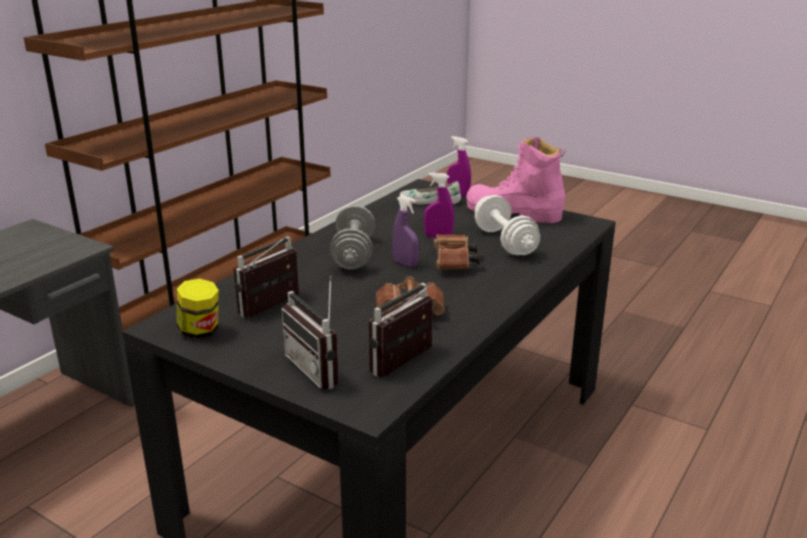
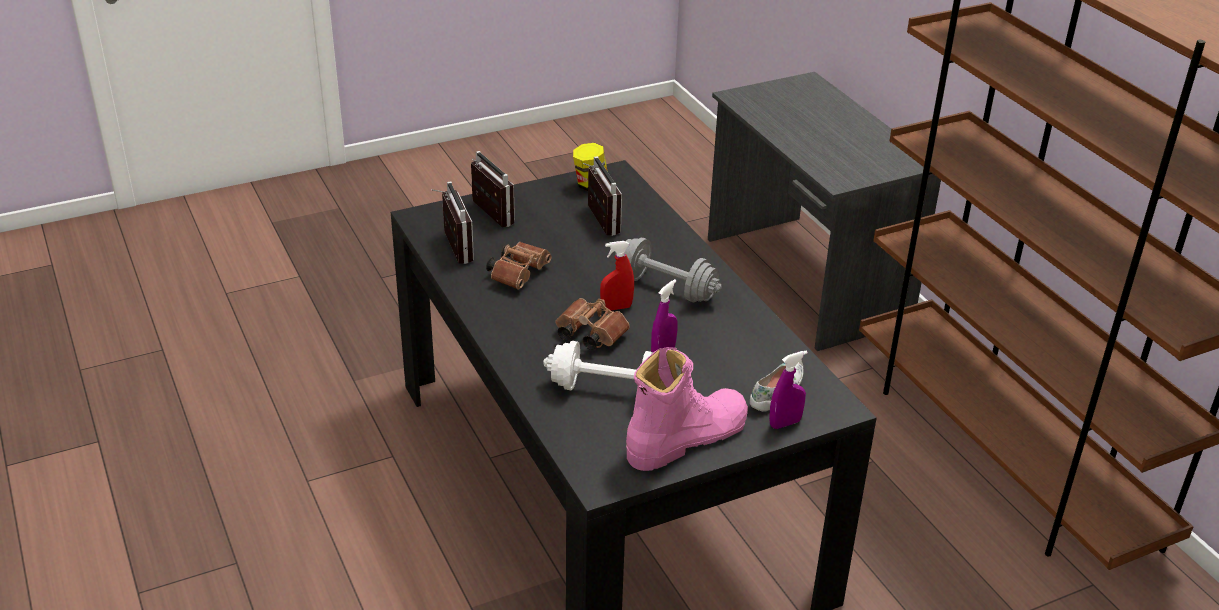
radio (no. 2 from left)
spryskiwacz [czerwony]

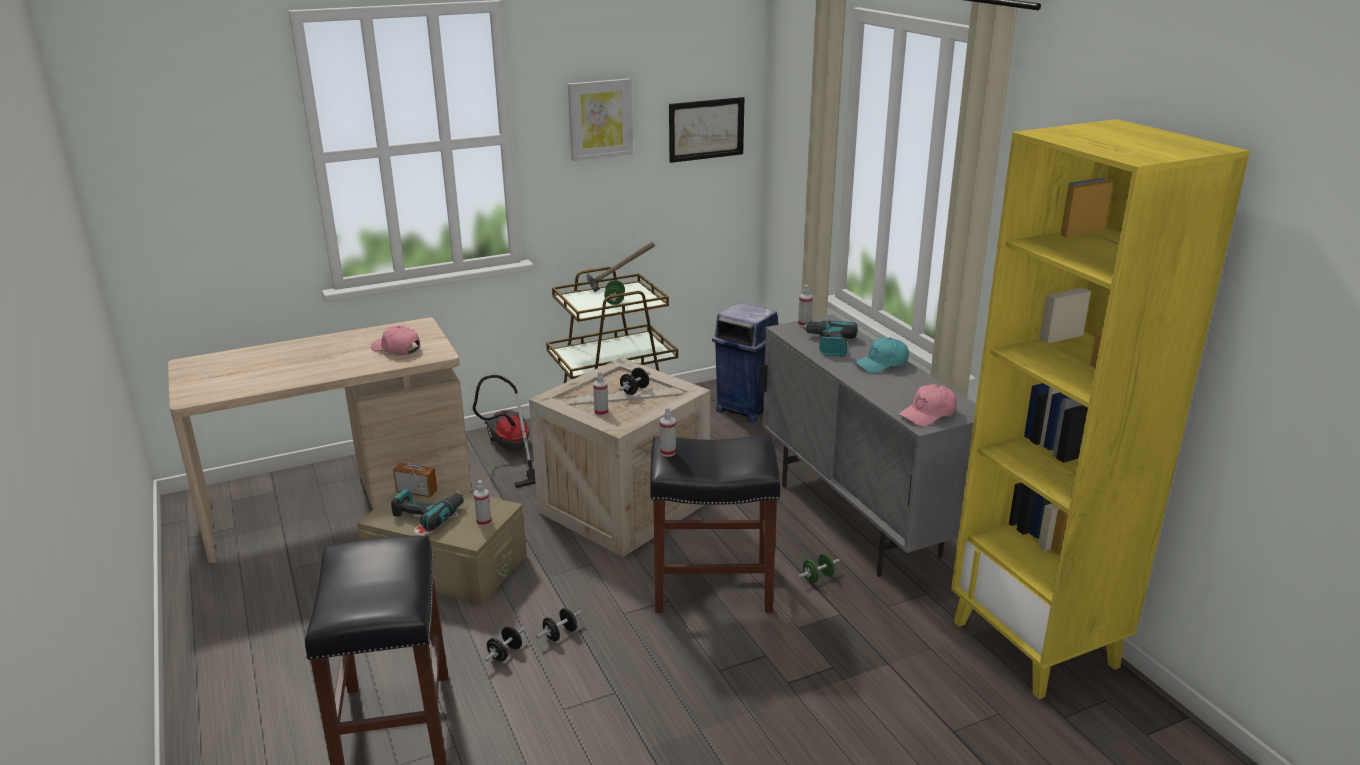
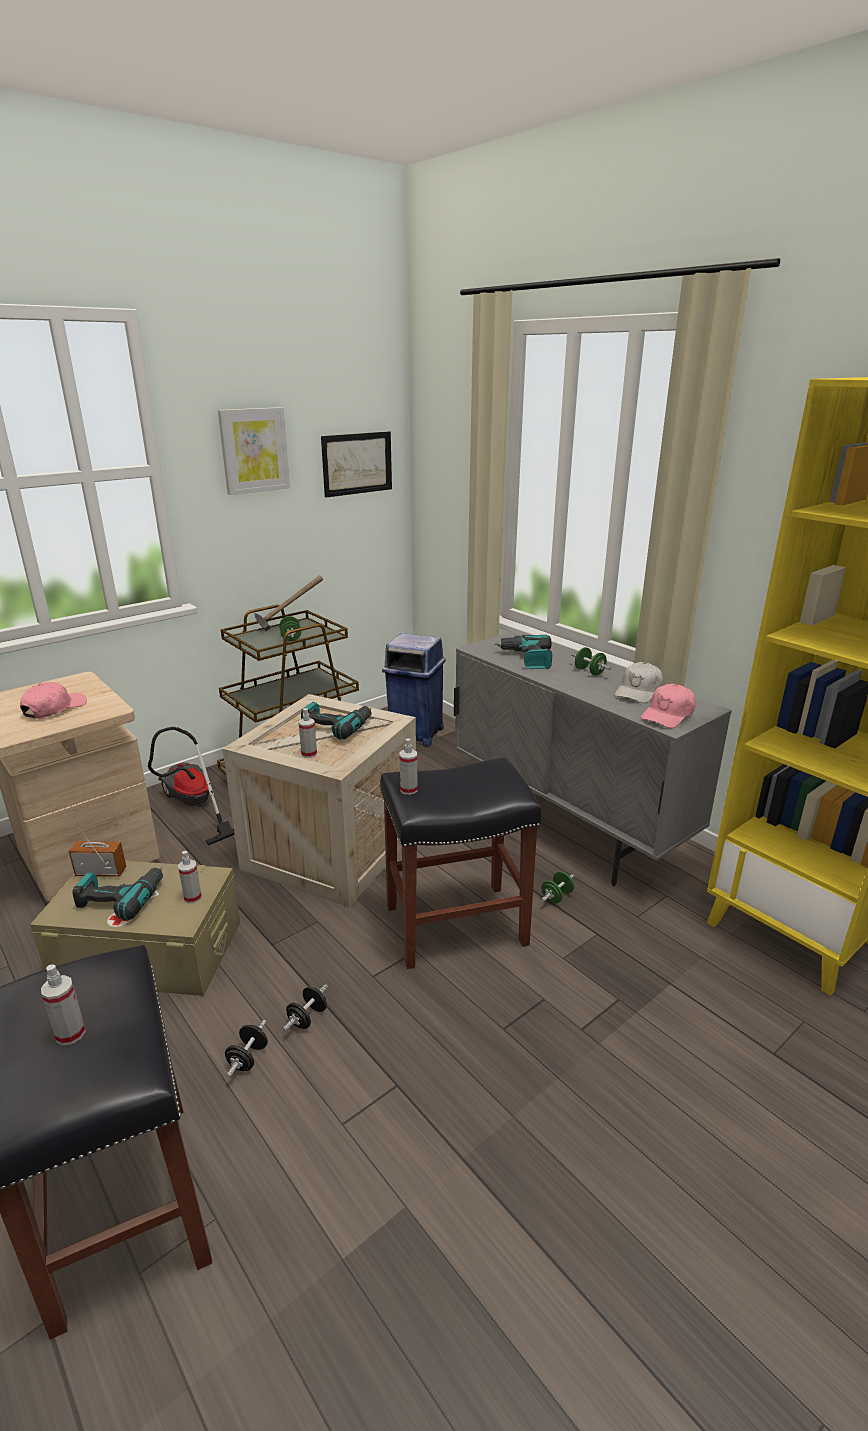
czapka z daszkiem [różowy] (no. 1 from left)
spryskiwacz (no. 1 from left)
wiertarka (no. 2 from left)
hantel [zielony] (no. 3 from left)
czapka z daszkiem [biały]

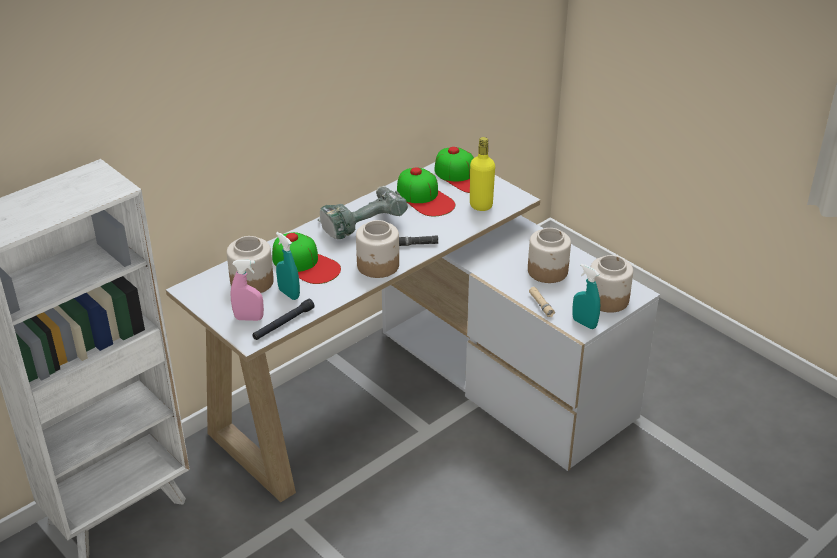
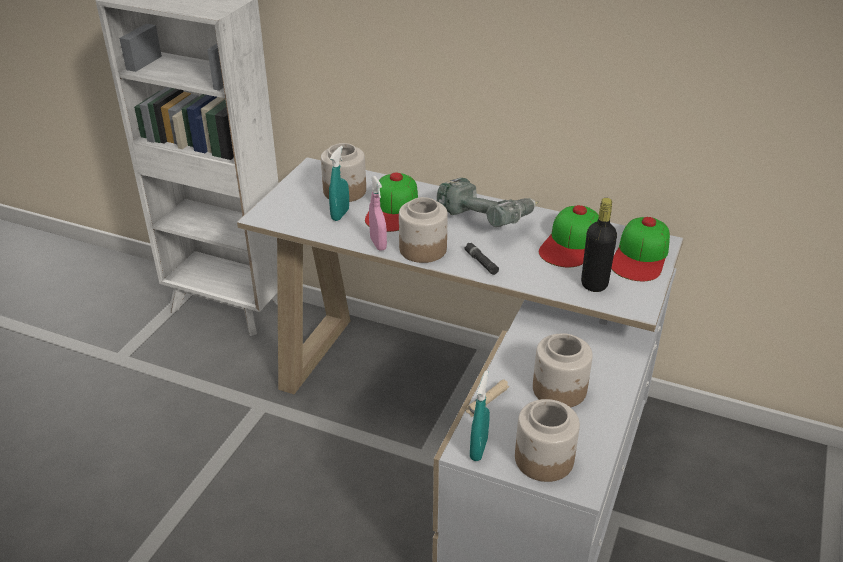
spryskiwacz [różowy]
butelka [czarny]
latarka [czarny] (no. 1 from left in the first image)

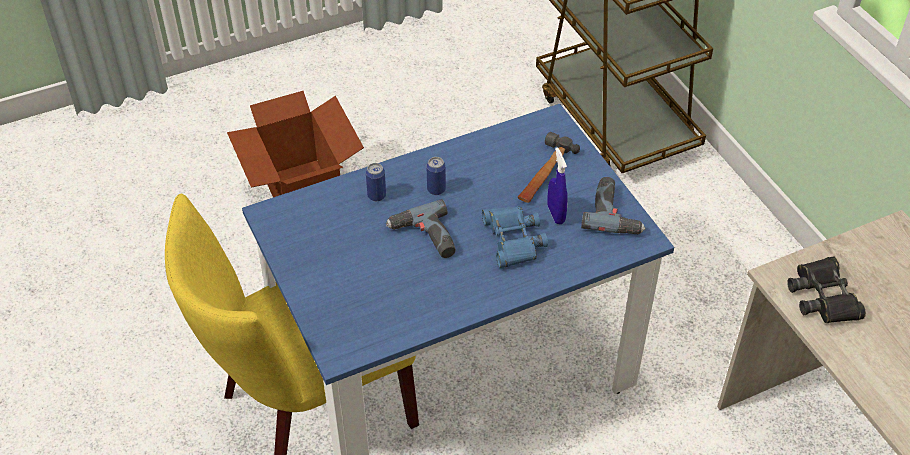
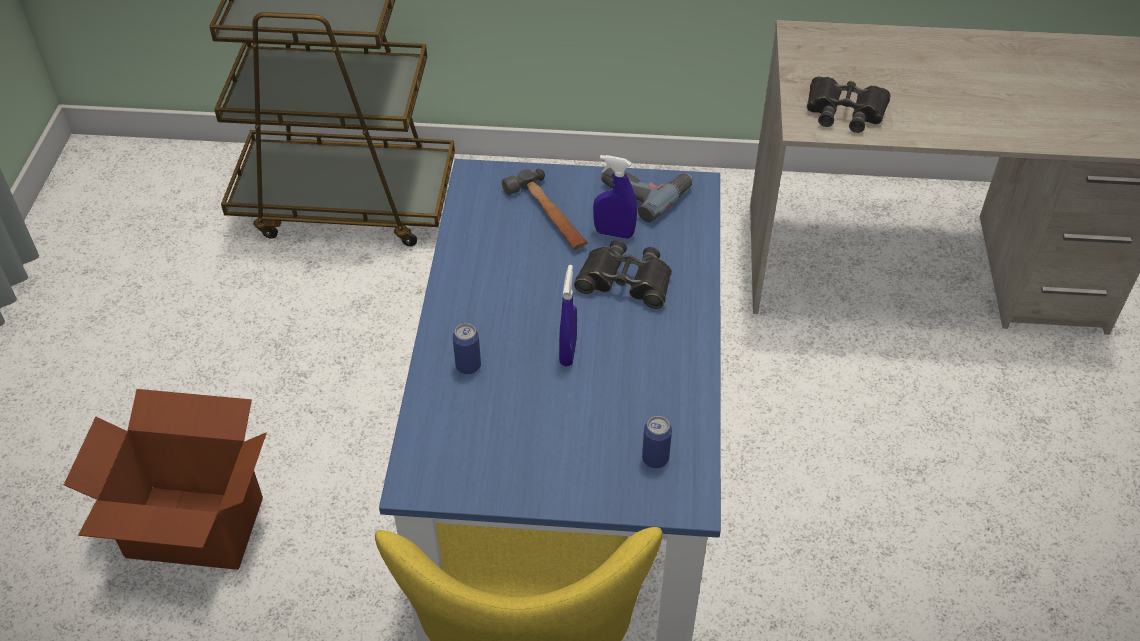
spryskiwacz [niebieski] (no. 1 from left)
lornetka [czarny] (no. 1 from left)
puszka (no. 2 from left)

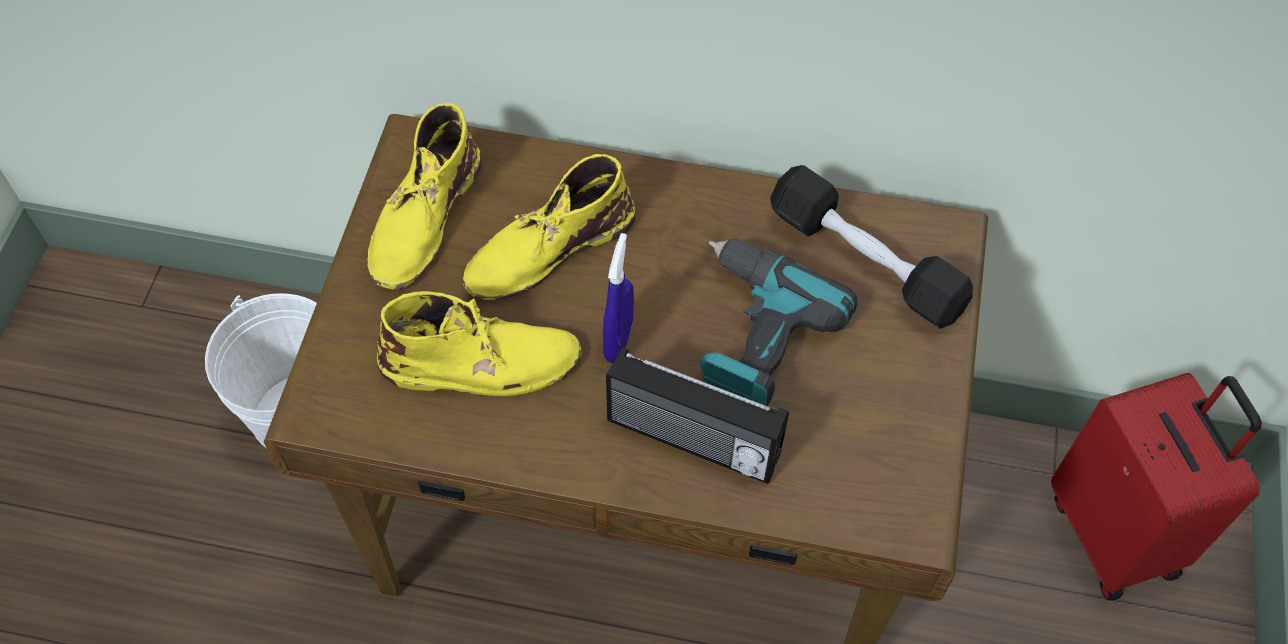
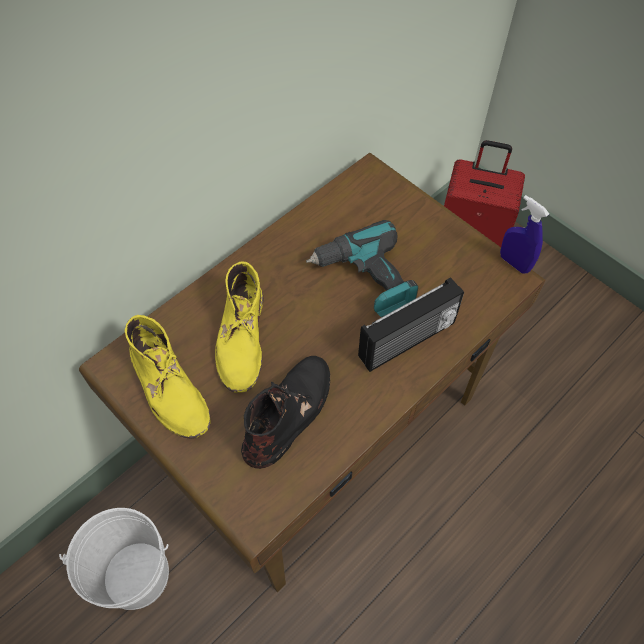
but z cholewką [czarny]
spryskiwacz [niebieski]
hantel [czarny]

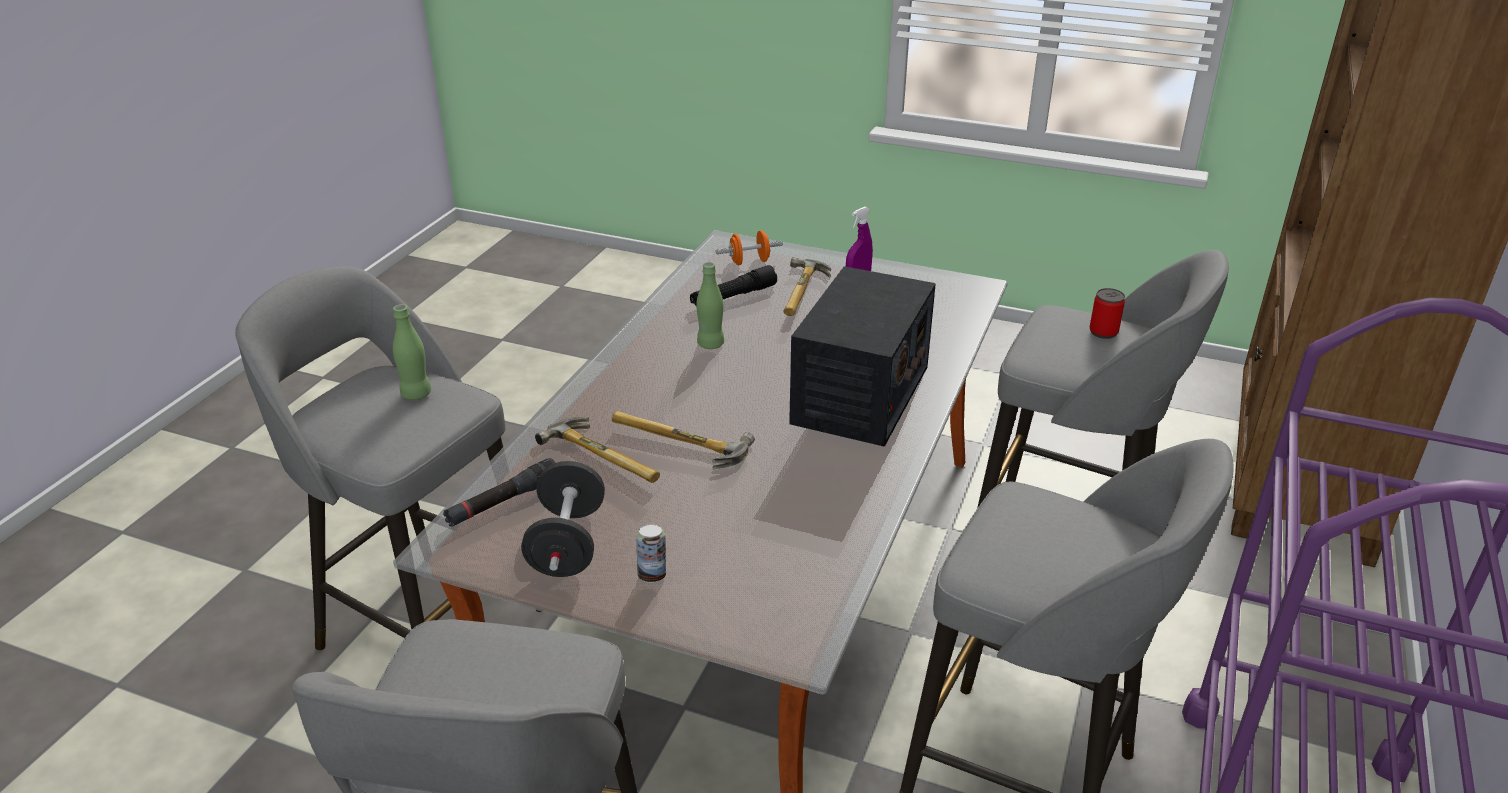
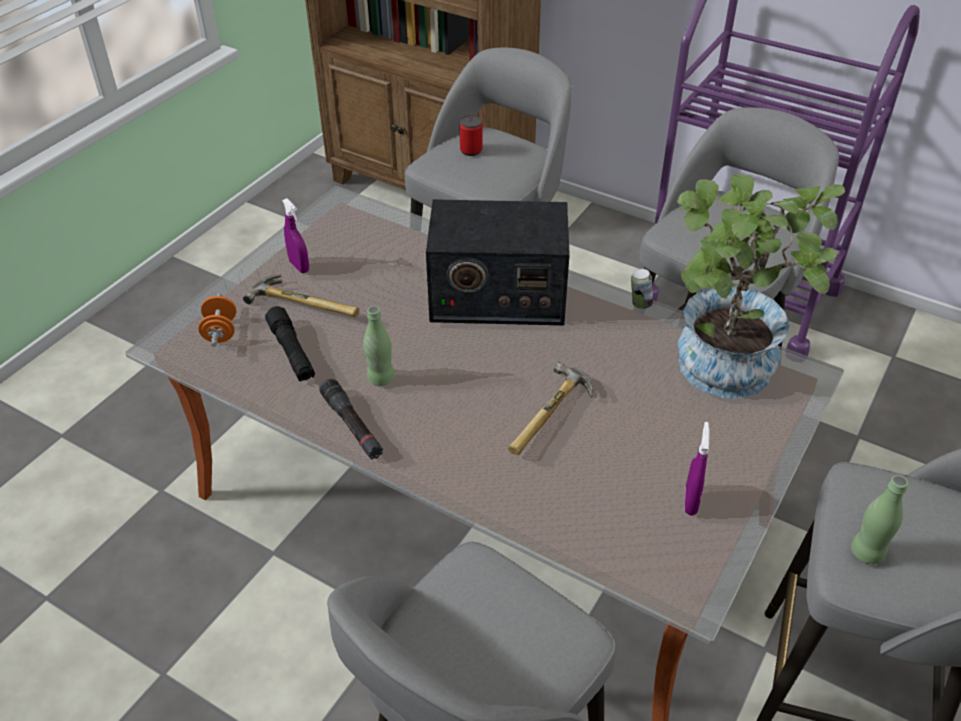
latarka [czarny] (no. 2 from left)
radio
puszka (no. 2 from left)
roślina doniczkowa
spryskiwacz [fioletowy] (no. 2 from left)
butelka [zielony] (no. 2 from left)
młotek (no. 1 from left in the first image)

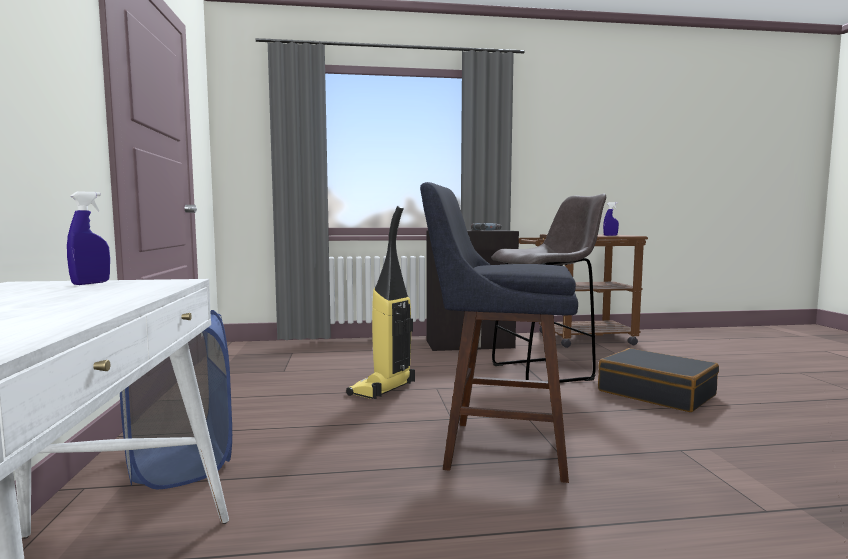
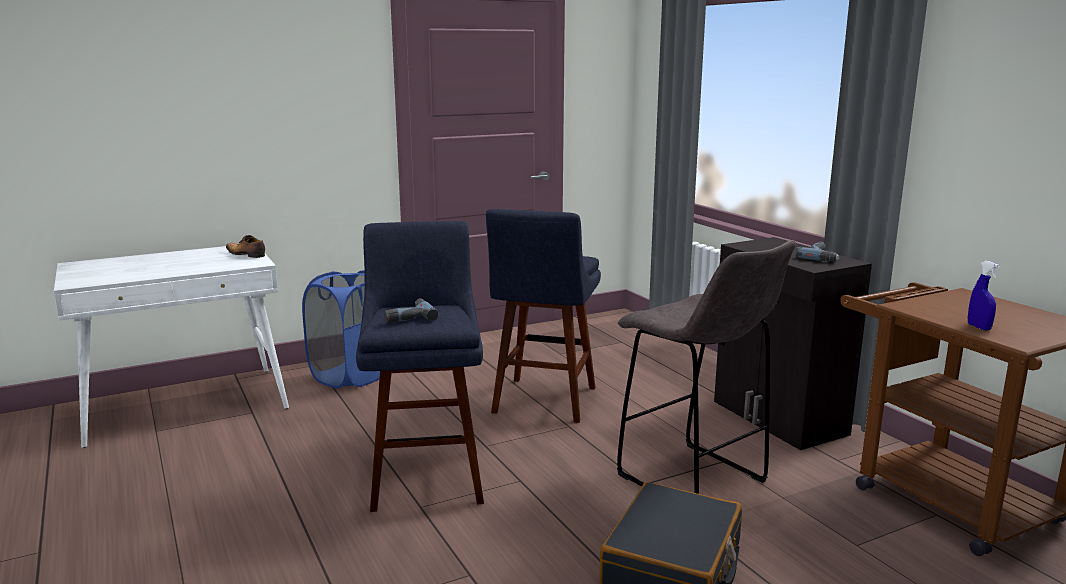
but
wiertarka (no. 1 from left)
stołek [niebieski] (no. 2 from left)

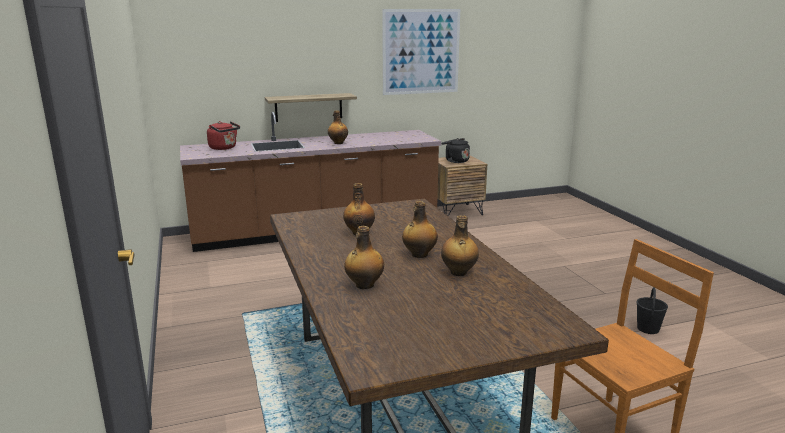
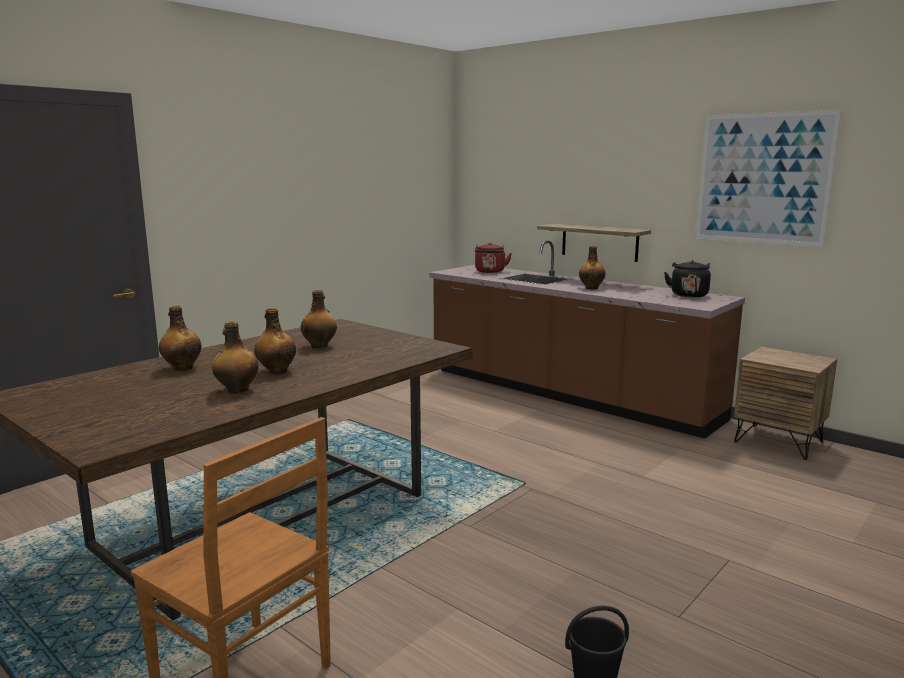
czajnik [czarny]

